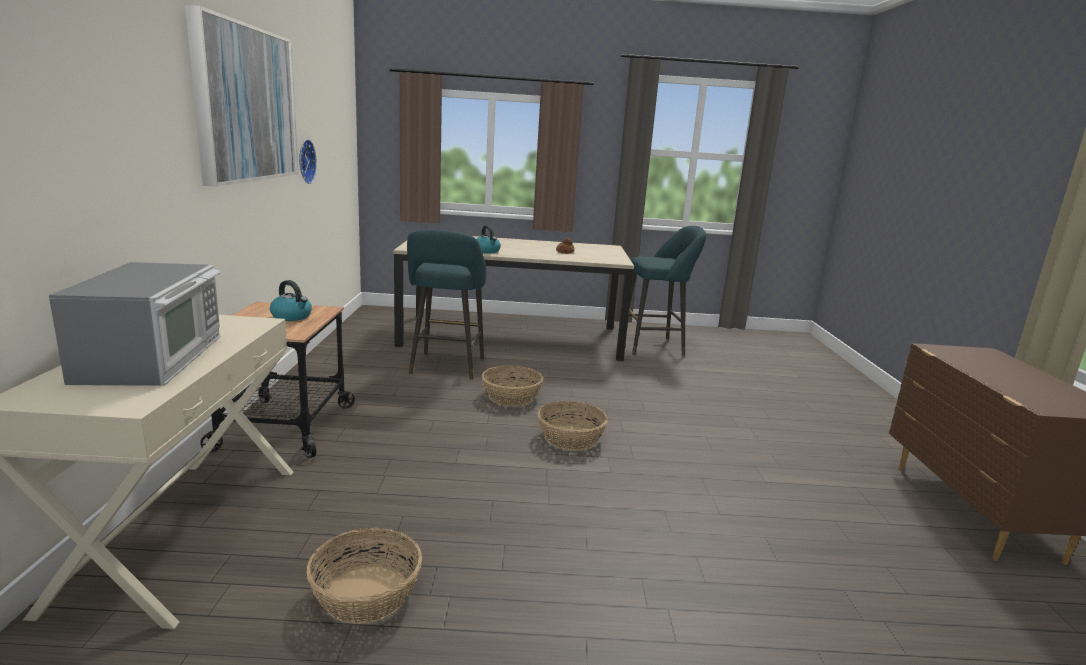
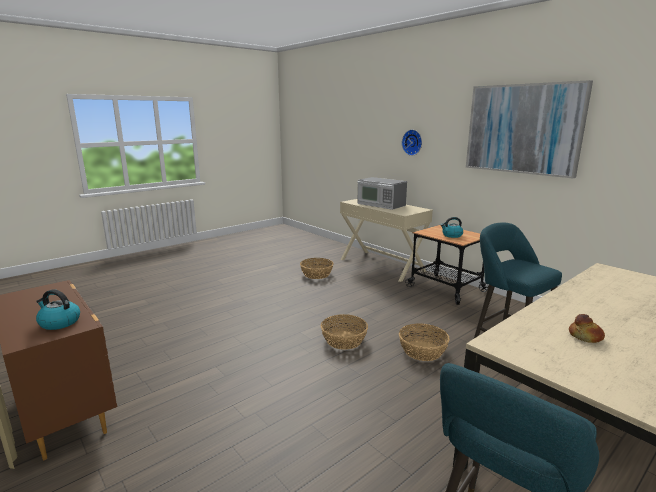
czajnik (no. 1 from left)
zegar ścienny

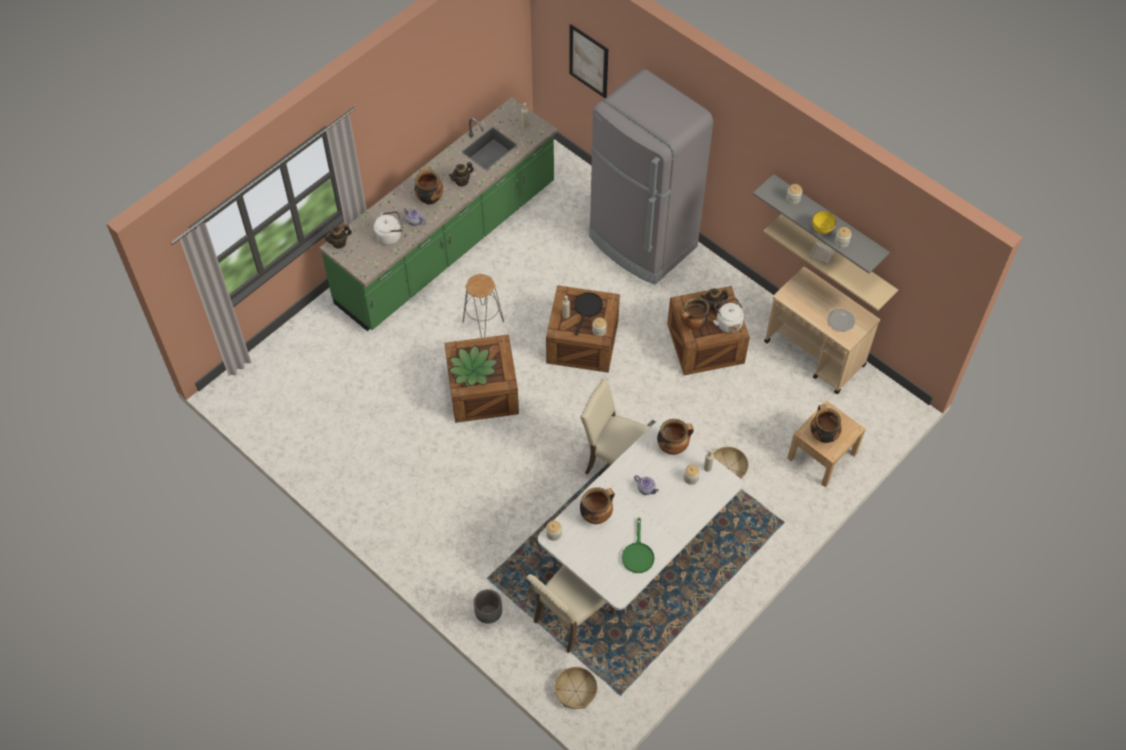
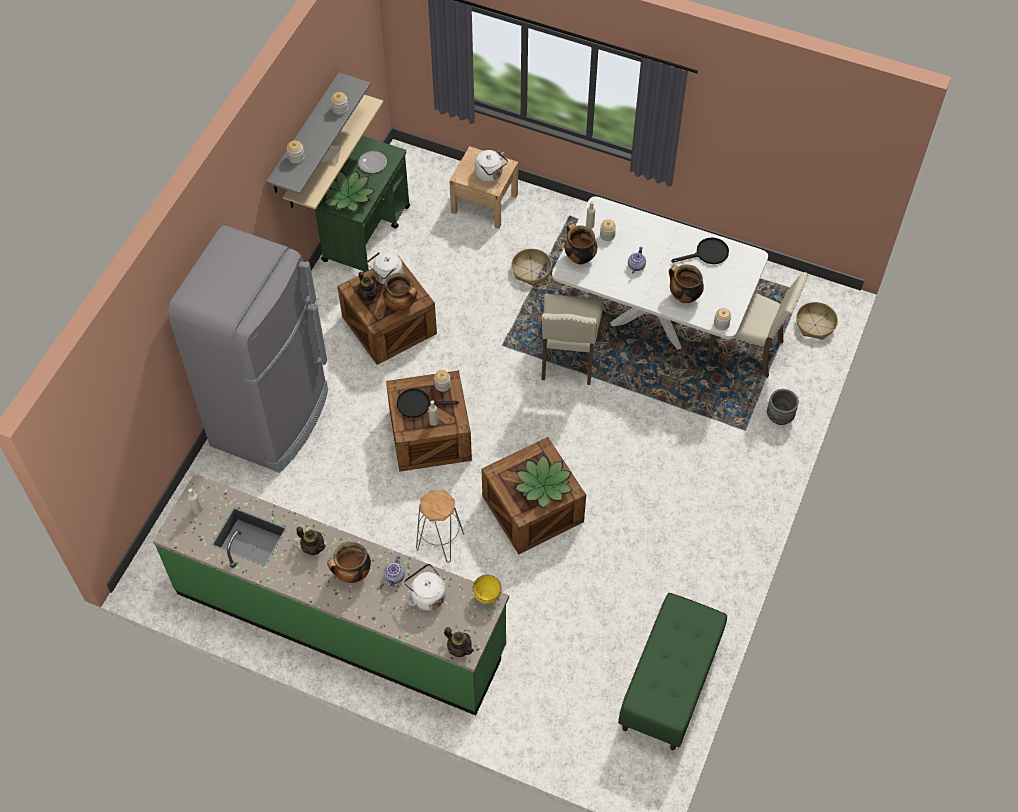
wózek [zielony]
roślina doniczkowa (no. 1 from left)
miska [żółty]
czajnik [biały] (no. 3 from left)
ławka [zielony]
patelnia [czarny] (no. 2 from left)
obraz

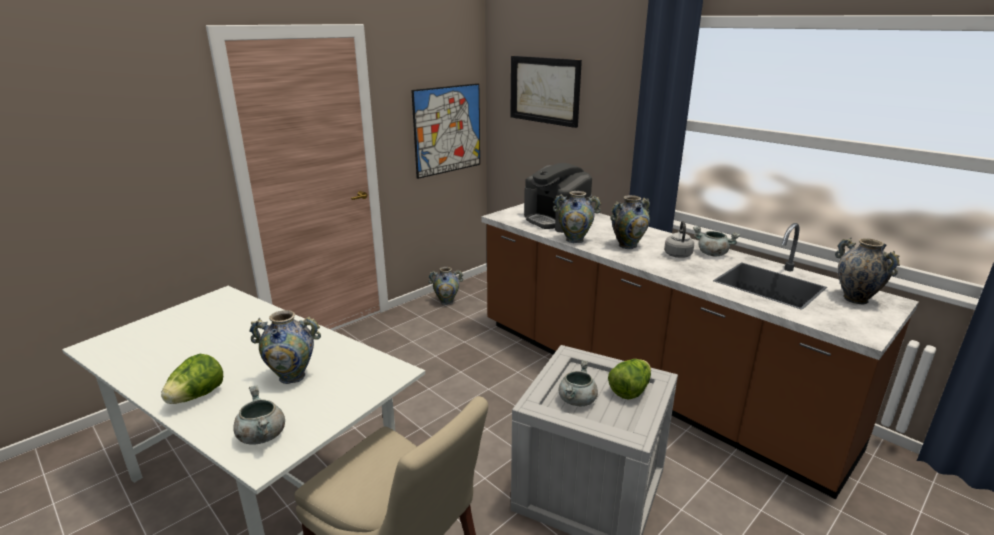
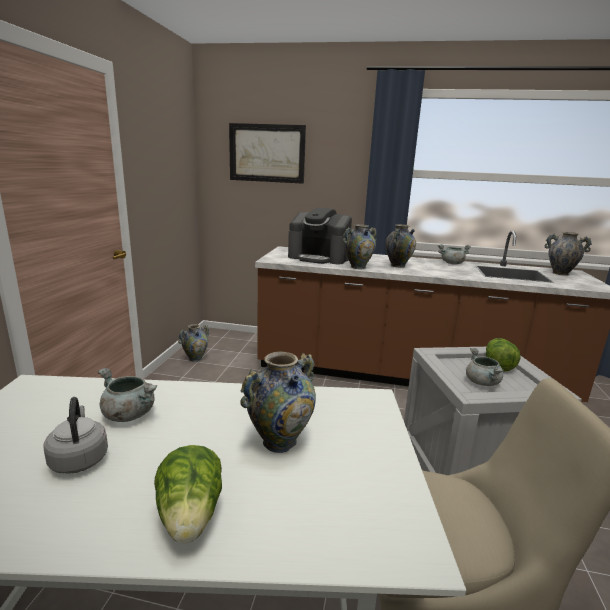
czajnik [szary]
garnek [szary] (no. 1 from left)
obraz (no. 1 from left in the first image)

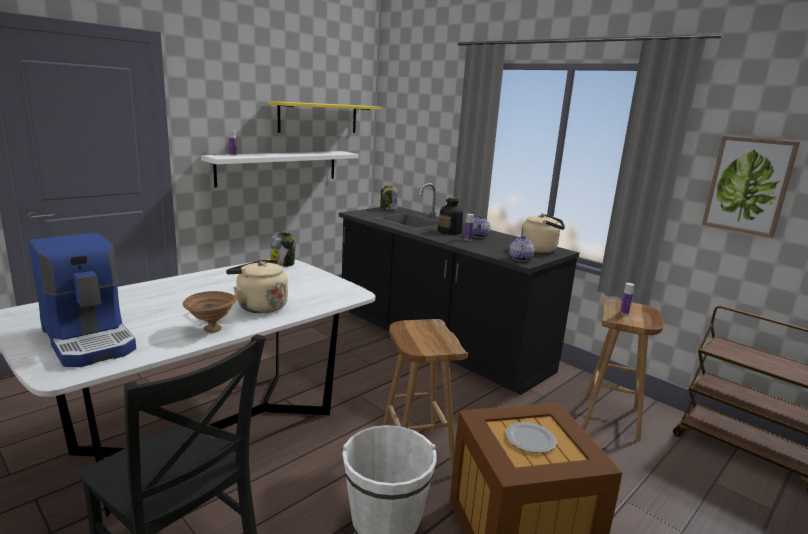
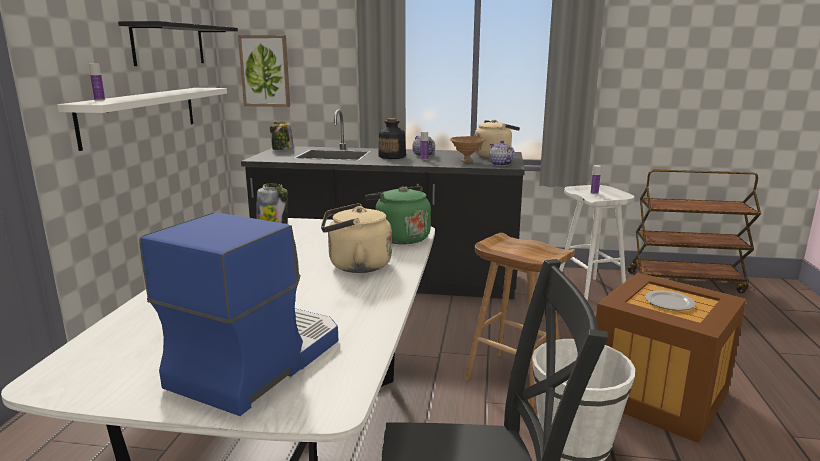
półka [czarny]
ekspres do kawy
obraz
czajnik [zielony]
miska [brązowy]
stołek [biały]

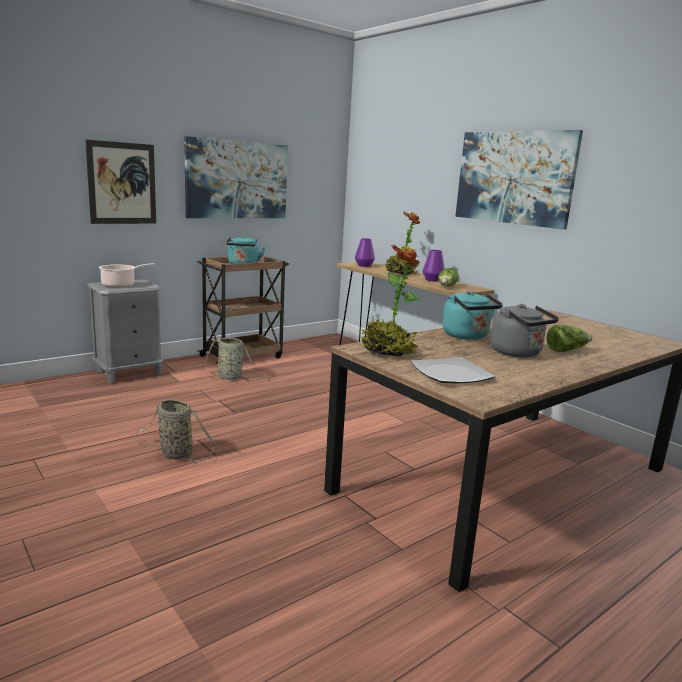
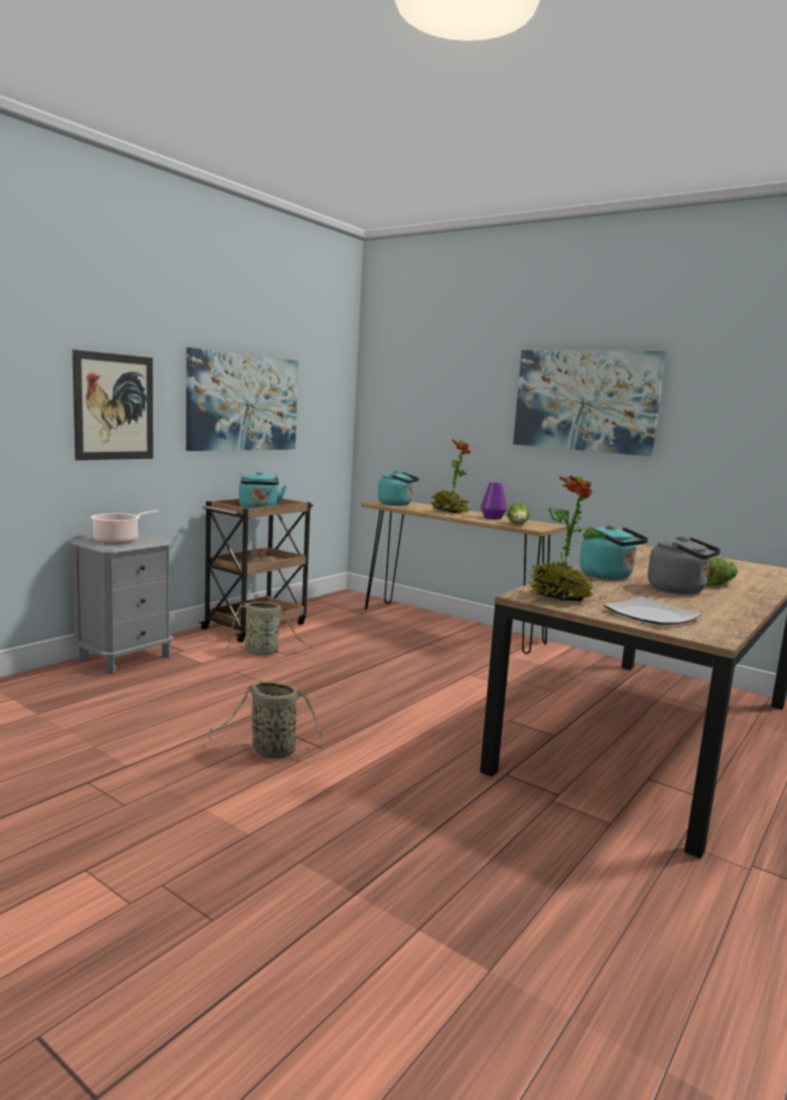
czajnik [turkusowy] (no. 2 from left)

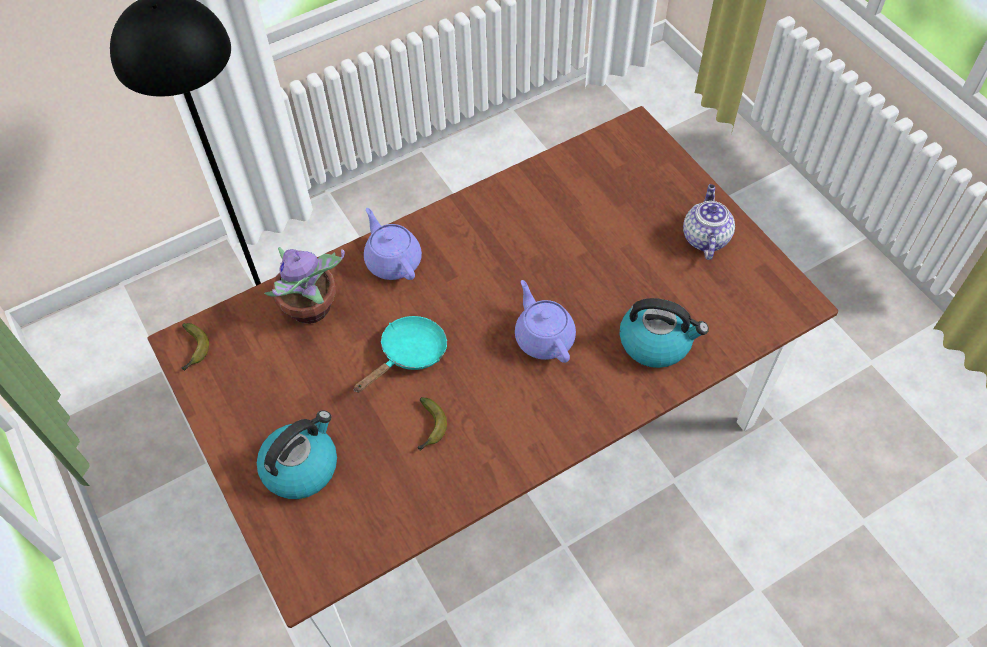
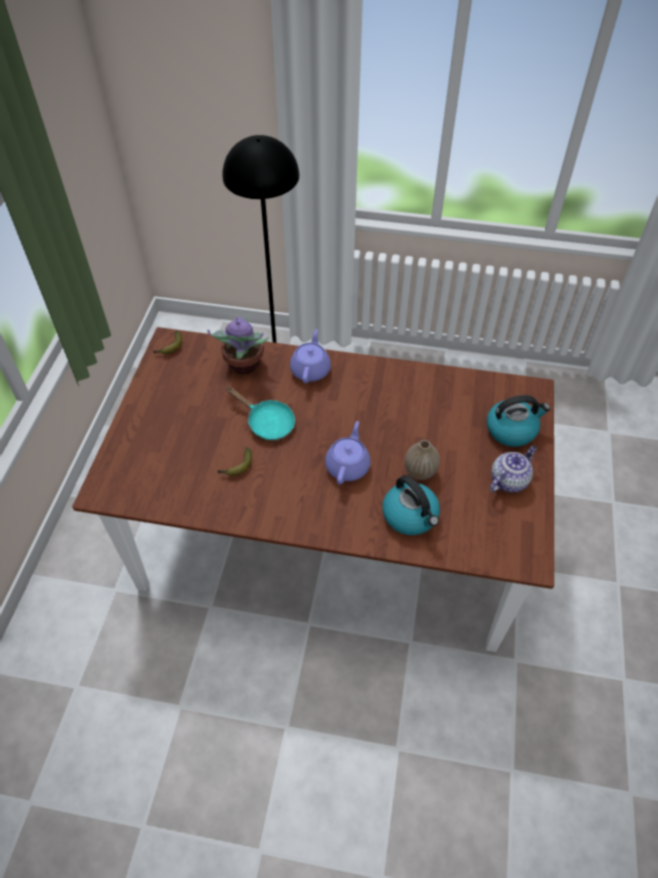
patelnia [turkusowy]
wazon
czajnik (no. 2 from left)

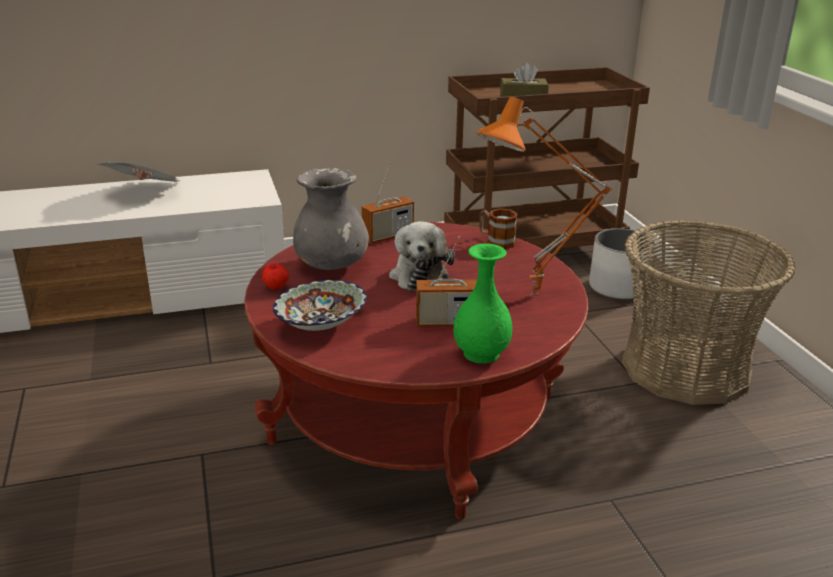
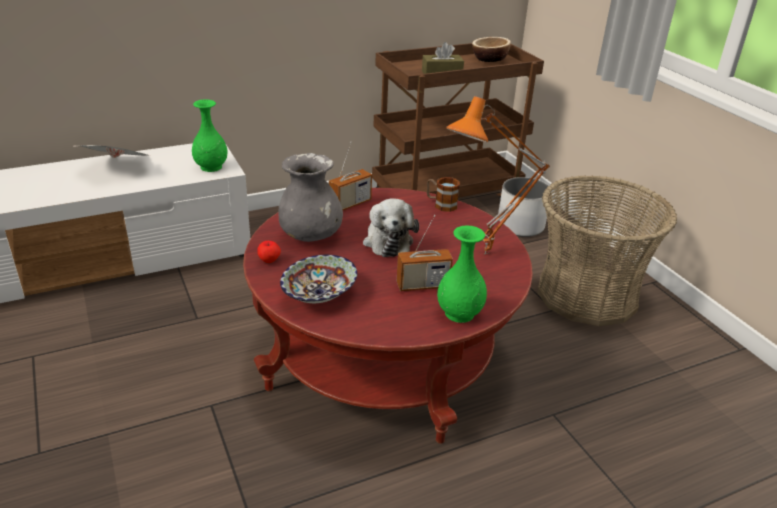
wazon [zielony] (no. 1 from left)
miska (no. 2 from left)

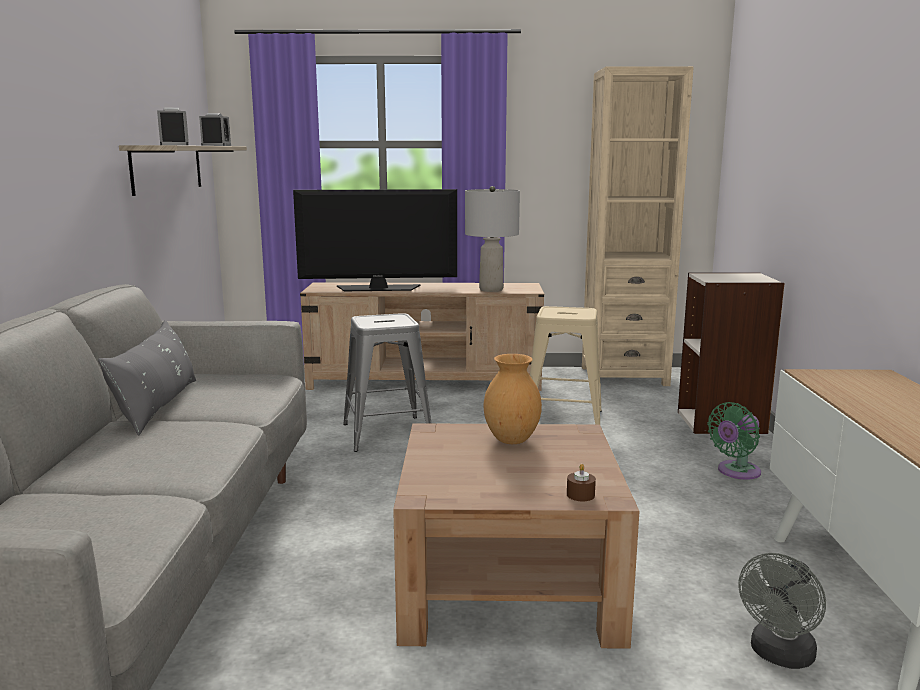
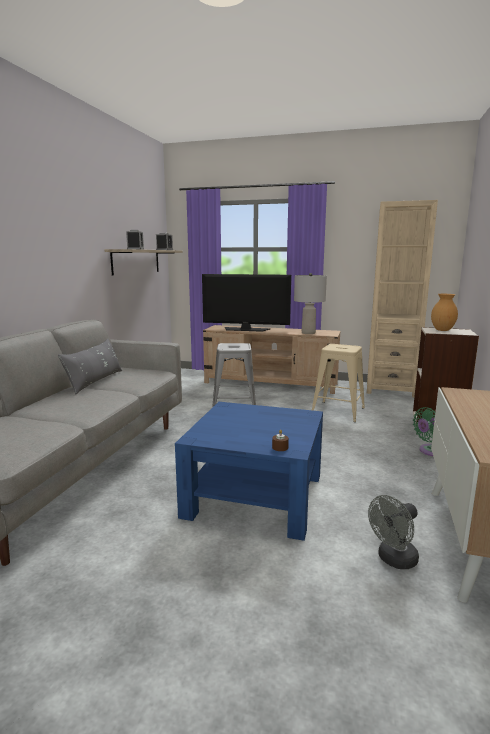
ława [niebieski]
wazon [brązowy]

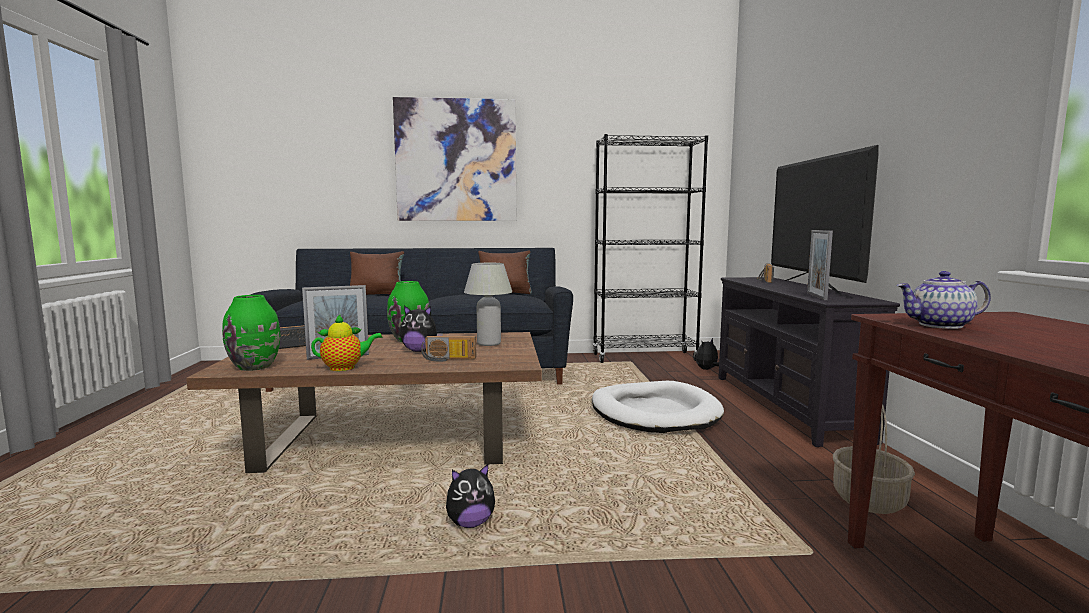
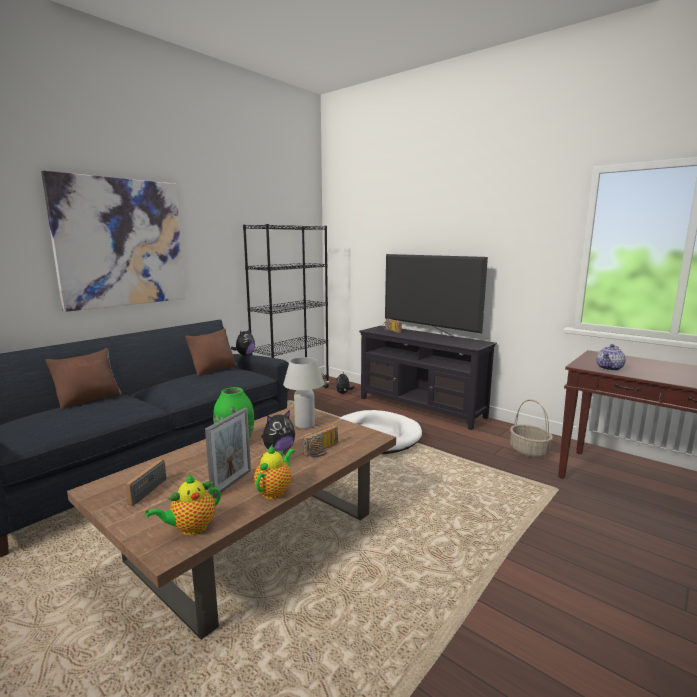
imbryk (no. 1 from left)
pluszak (no. 1 from left)
ramka na zdjęcie (no. 2 from left in the first image)

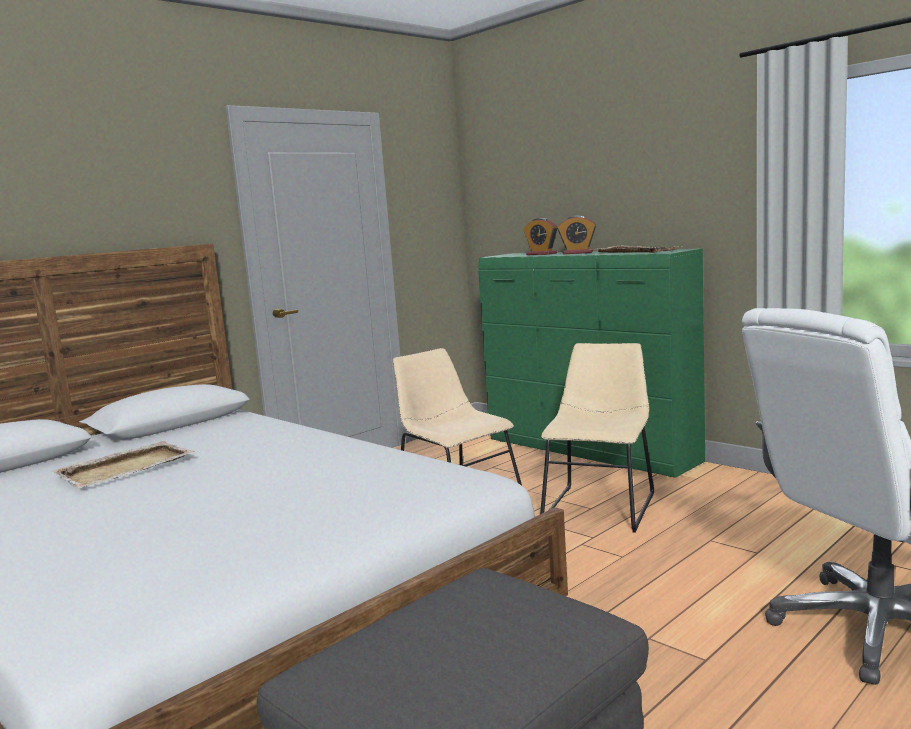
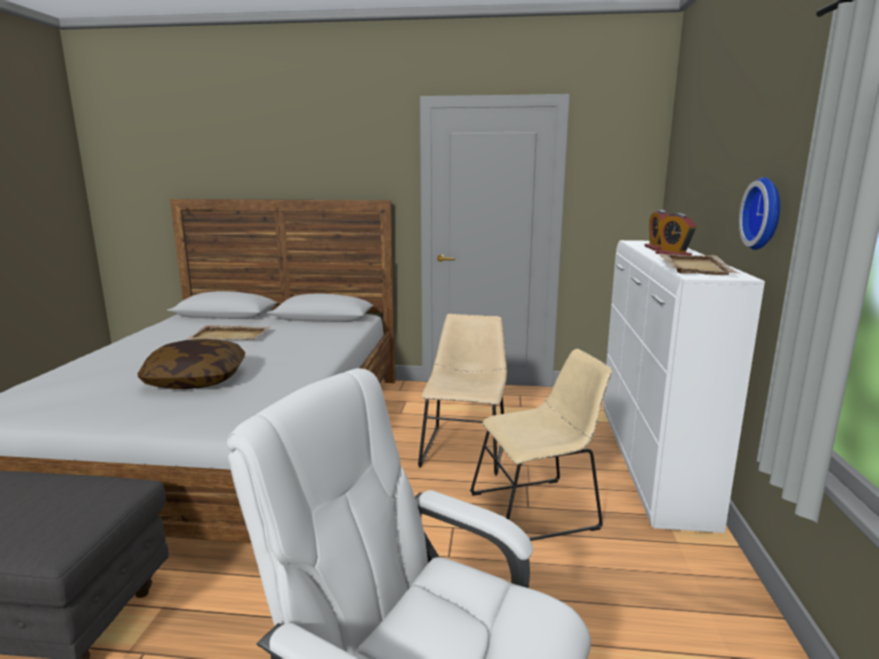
poduszka
komoda [biały]
zegar ścienny

